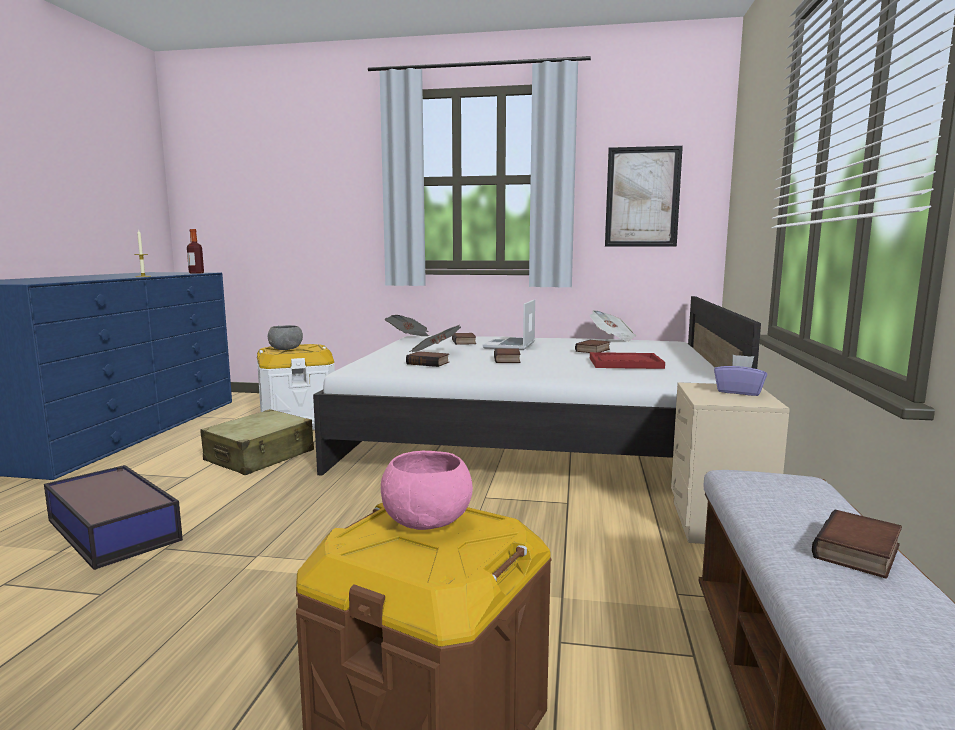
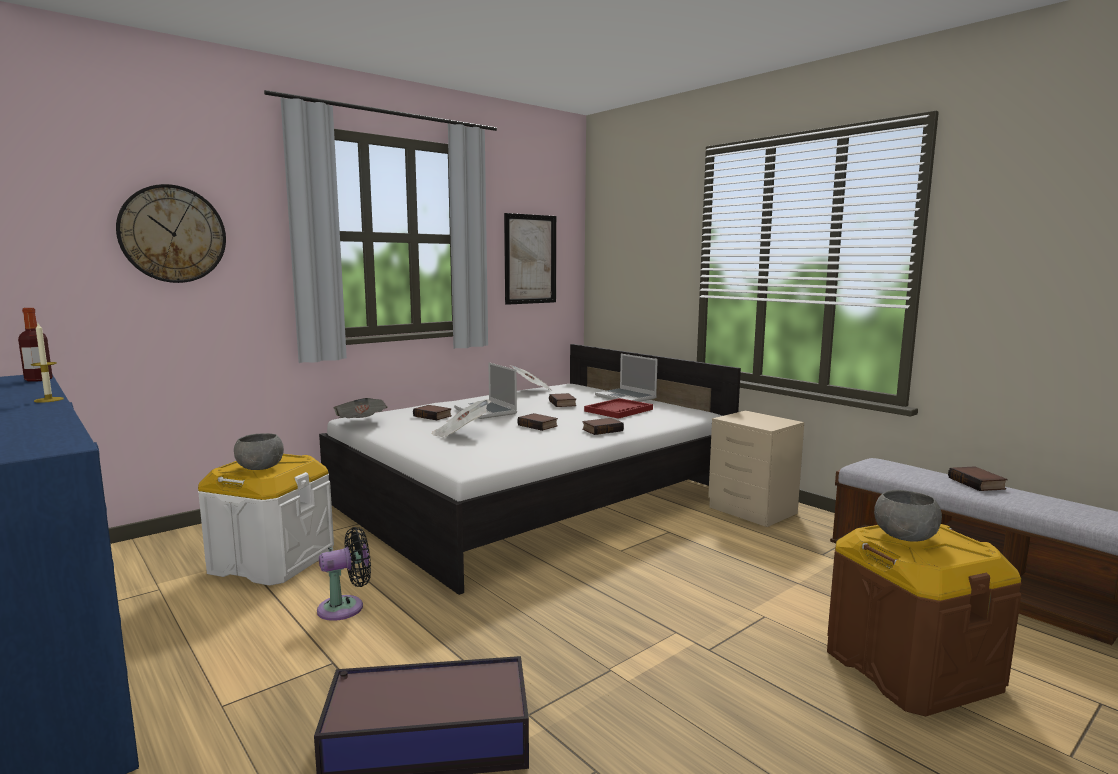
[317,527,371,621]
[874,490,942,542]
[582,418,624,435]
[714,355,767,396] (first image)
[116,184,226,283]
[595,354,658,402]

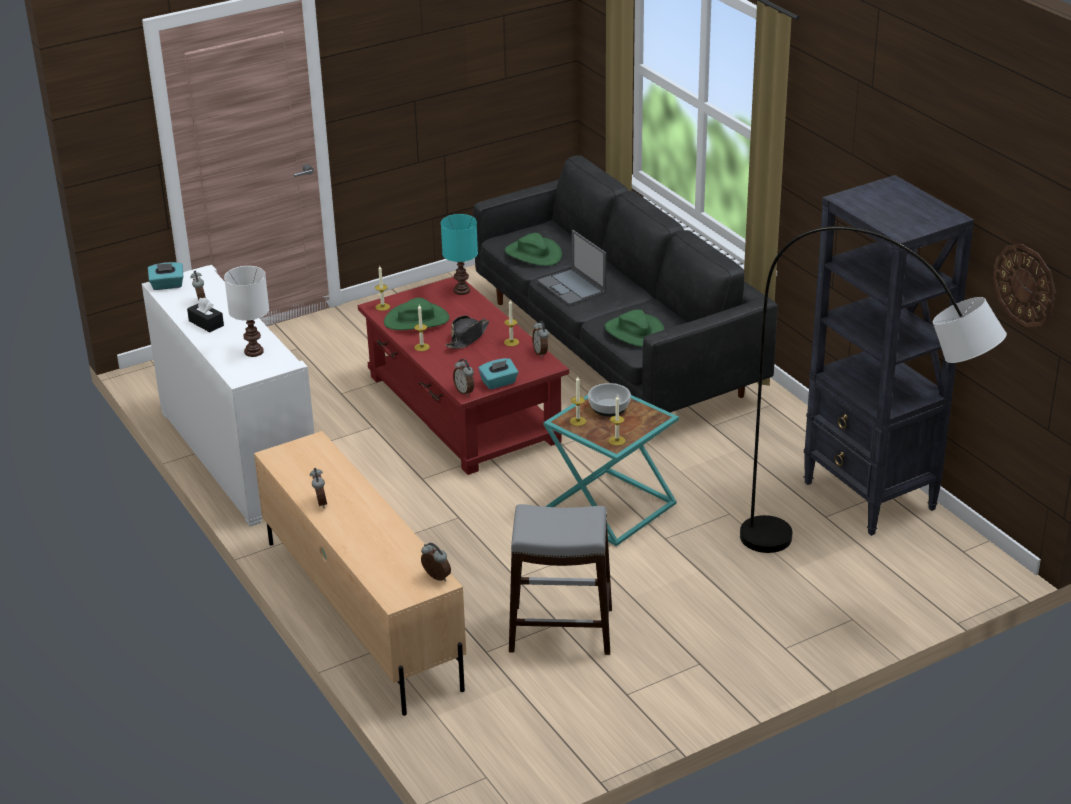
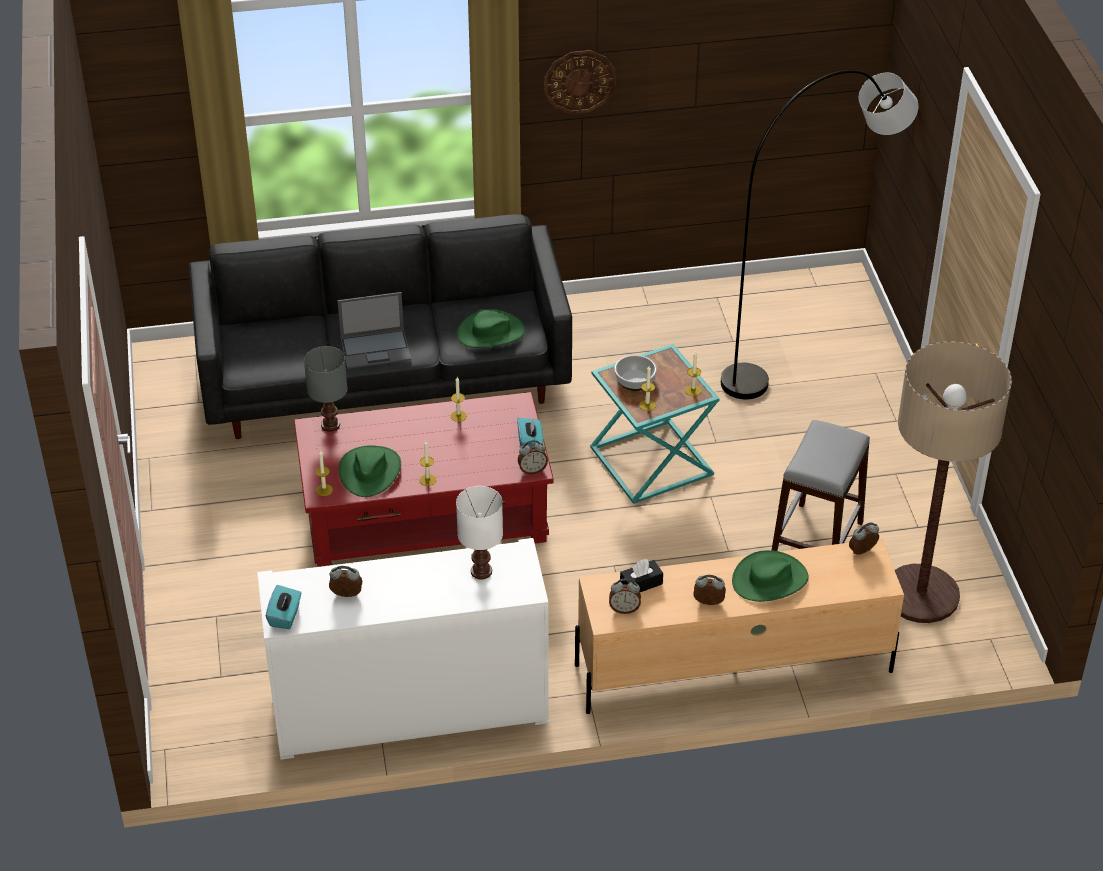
[620,559,663,592]
[304,346,348,432]
[445,315,489,349] (first image)
[732,550,808,602]
[609,578,641,614]
[804,175,974,536] (first image)
[544,50,616,114]
[895,341,1012,623]

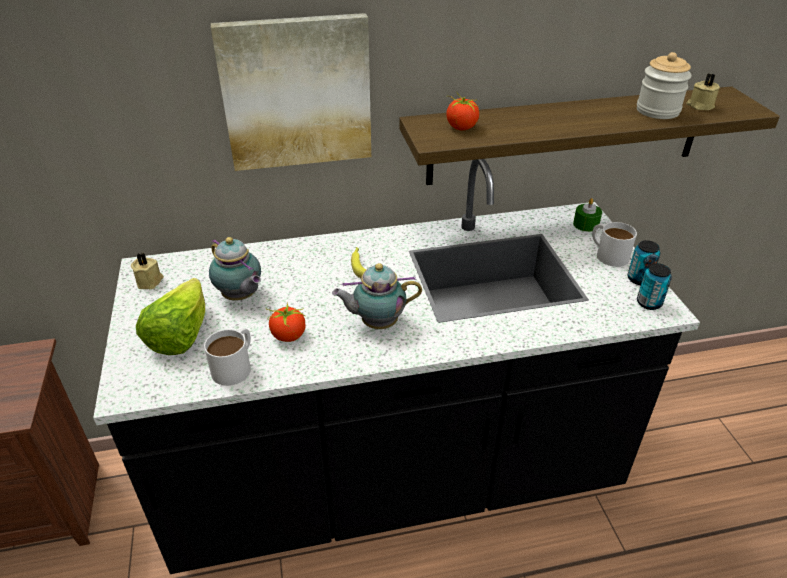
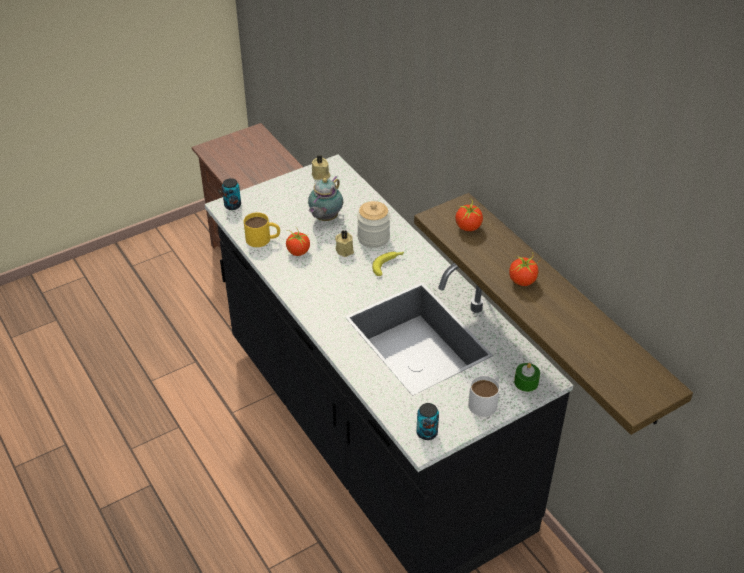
[136,278,205,355] (first image)
[244,212,280,247]
[211,13,371,171] (first image)
[332,263,422,329] (first image)
[222,178,241,210]
[357,201,390,248]
[335,230,354,257]
[509,252,541,286]

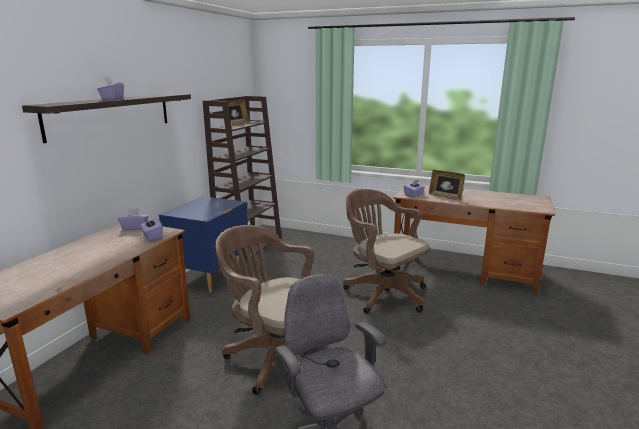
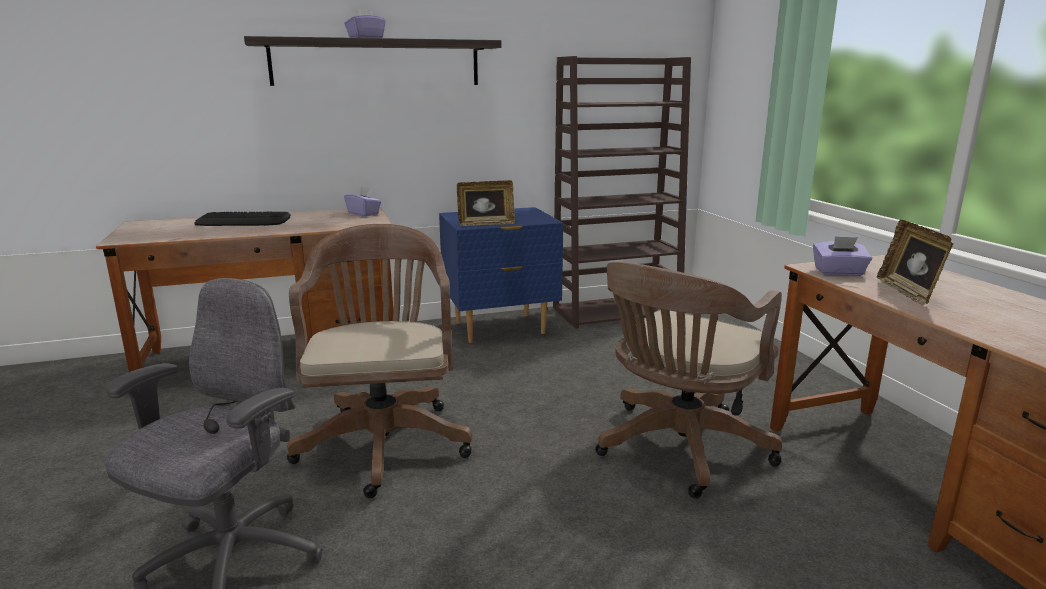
[140,216,163,241] (first image)
[457,180,515,226]
[595,262,782,498]
[194,212,291,226]

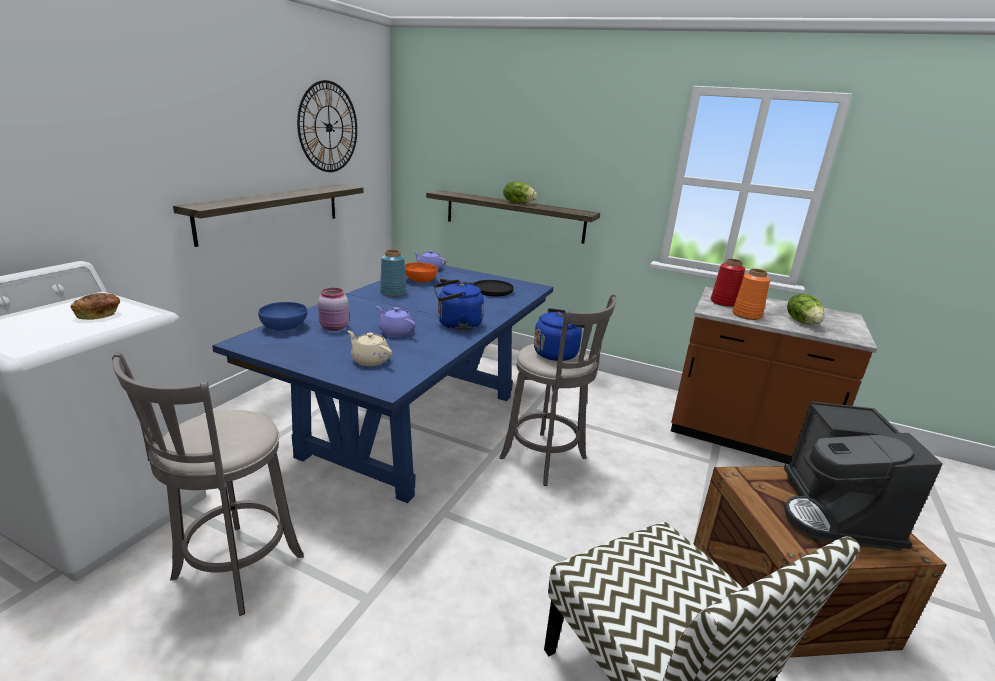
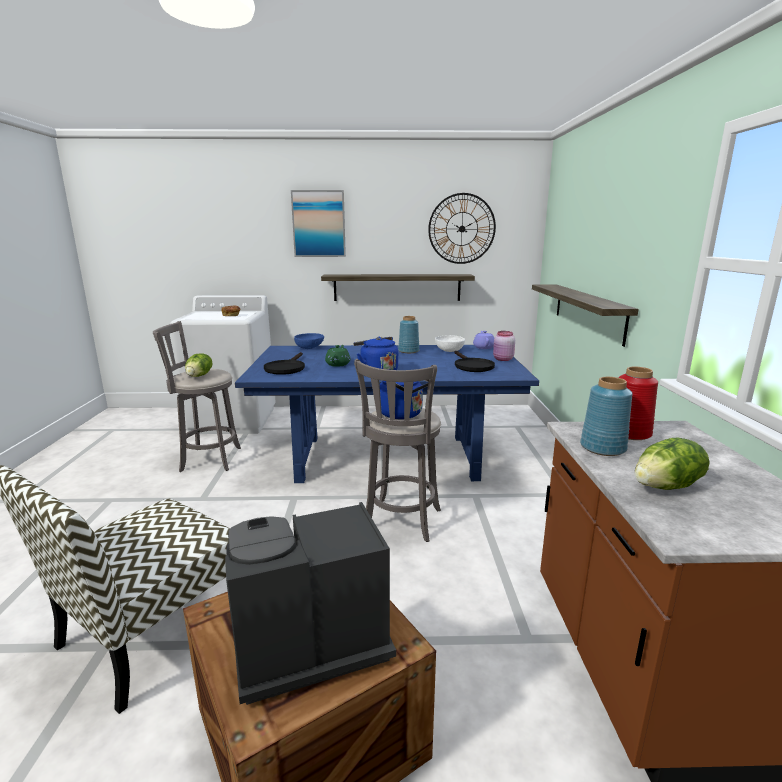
[493,331,515,361]
[264,352,305,375]
[325,345,350,367]
[435,335,465,352]
[185,353,213,377]
[580,377,633,456]
[291,190,346,257]

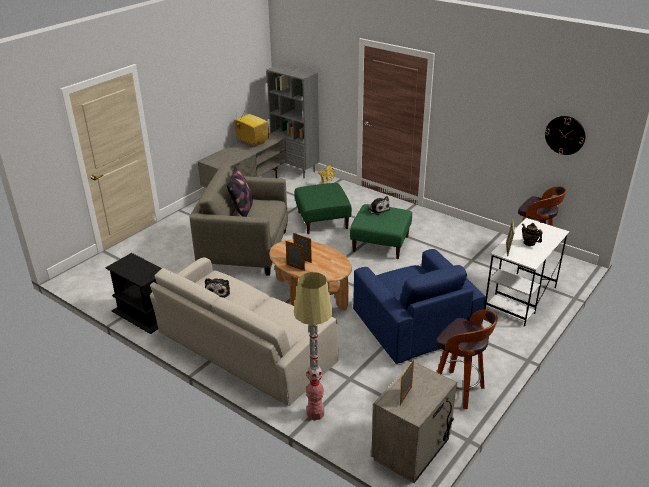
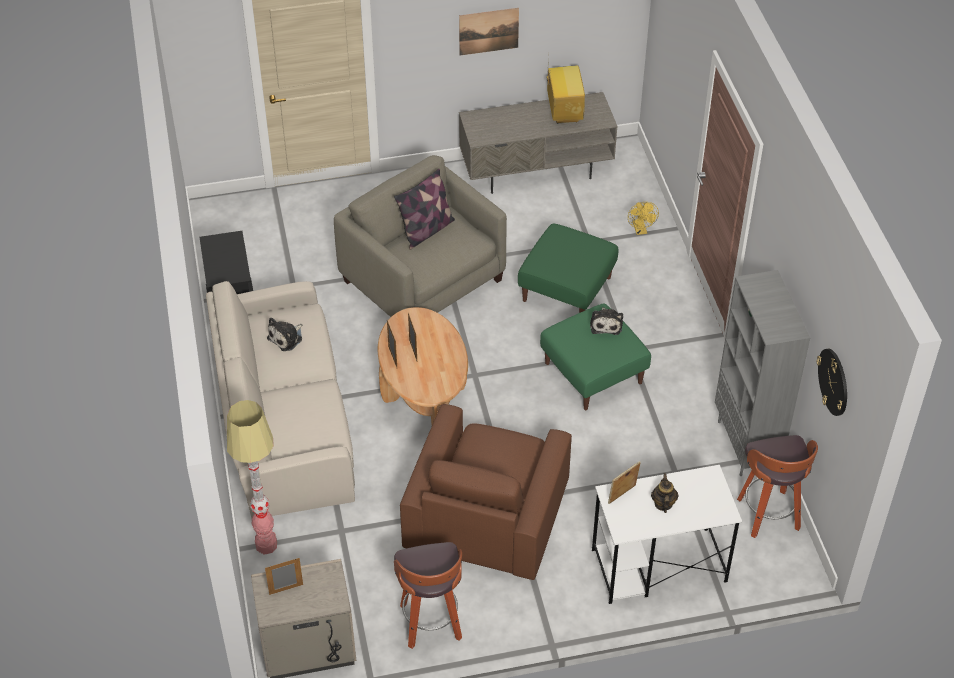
[715,270,810,476]
[400,404,572,580]
[459,8,519,55]

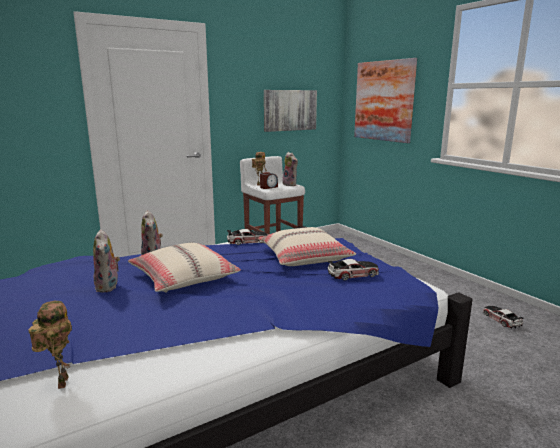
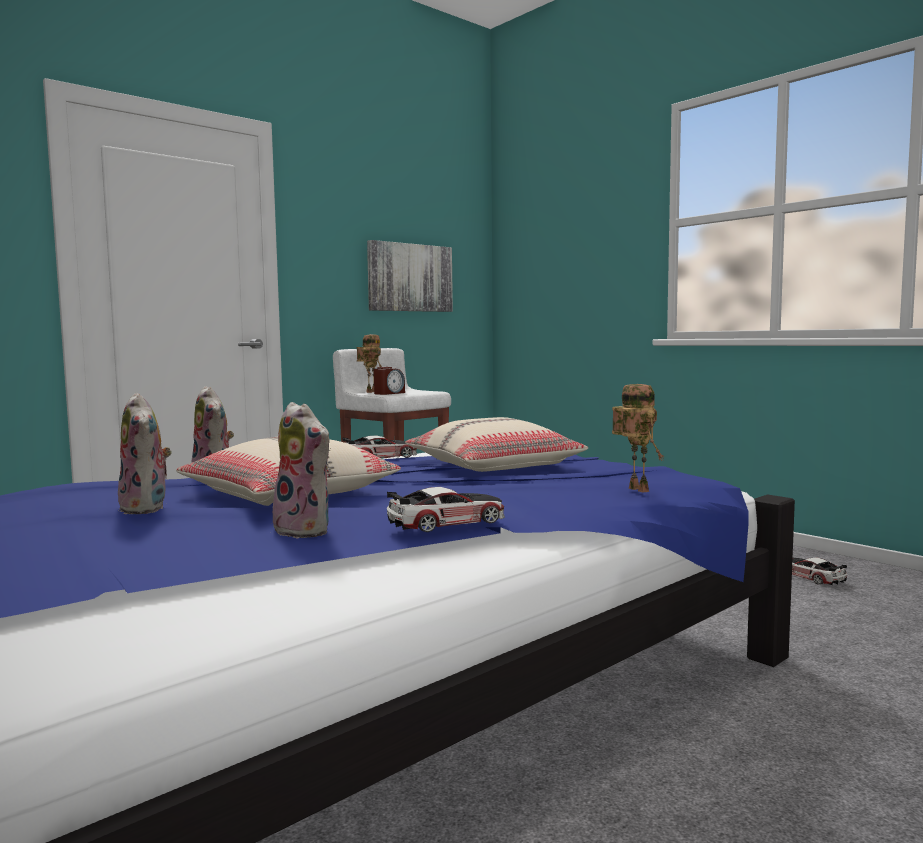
[612,384,664,492]
[269,402,331,538]
[387,487,505,532]
[354,58,417,143] (first image)

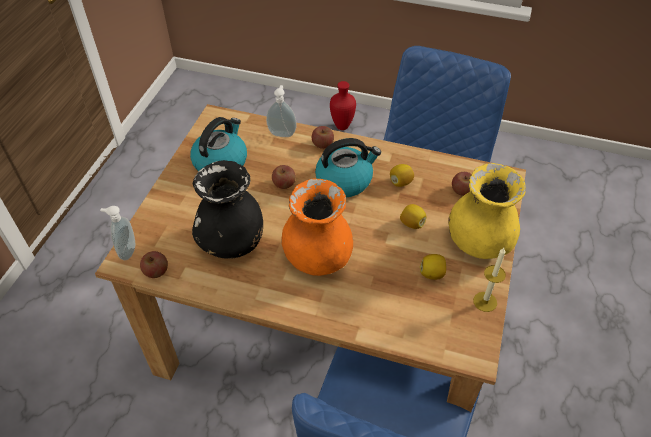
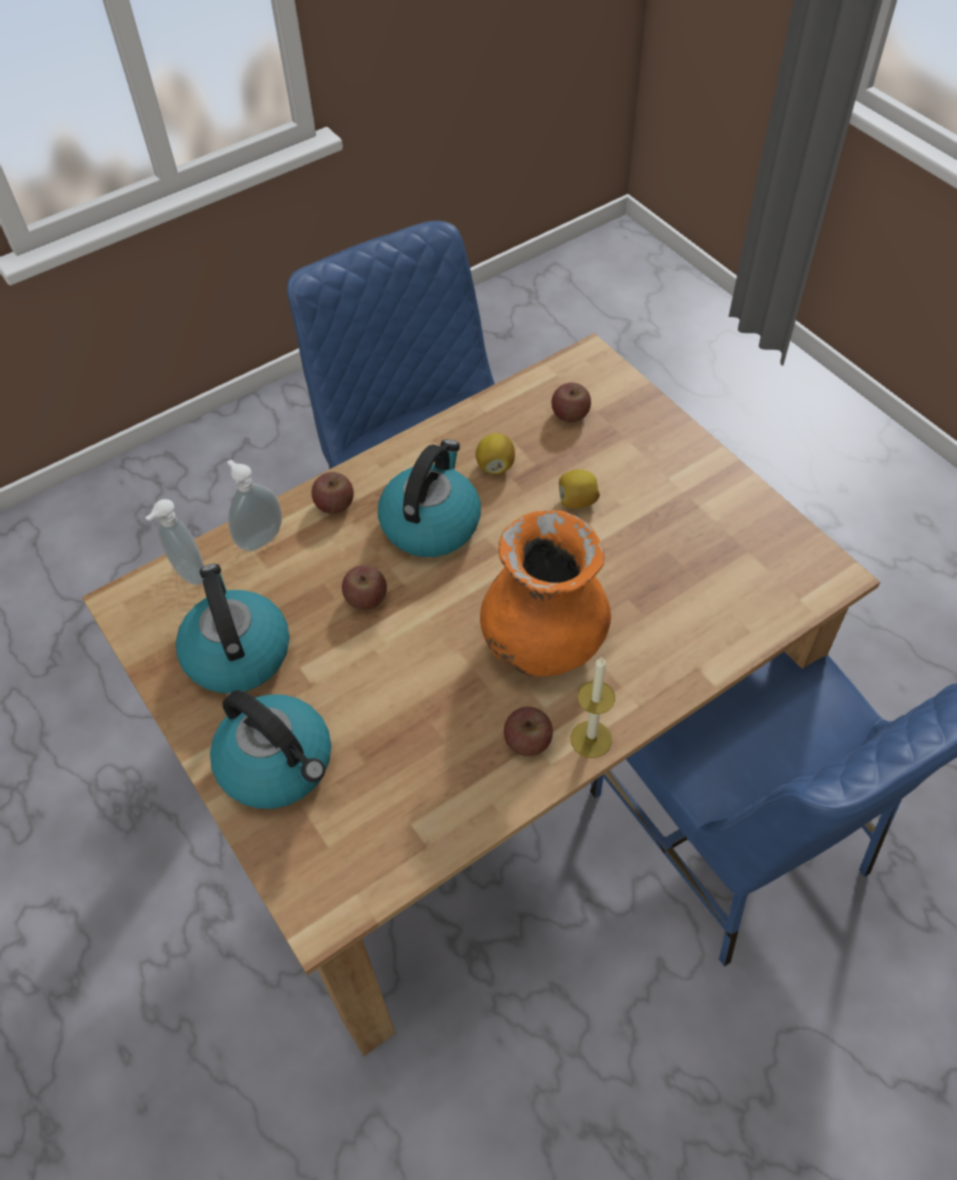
[145,499,204,585]
[504,707,553,756]
[192,160,263,258] (first image)
[330,81,356,130] (first image)
[420,254,446,280] (first image)
[448,163,526,259] (first image)
[570,657,615,758]
[210,690,331,809]

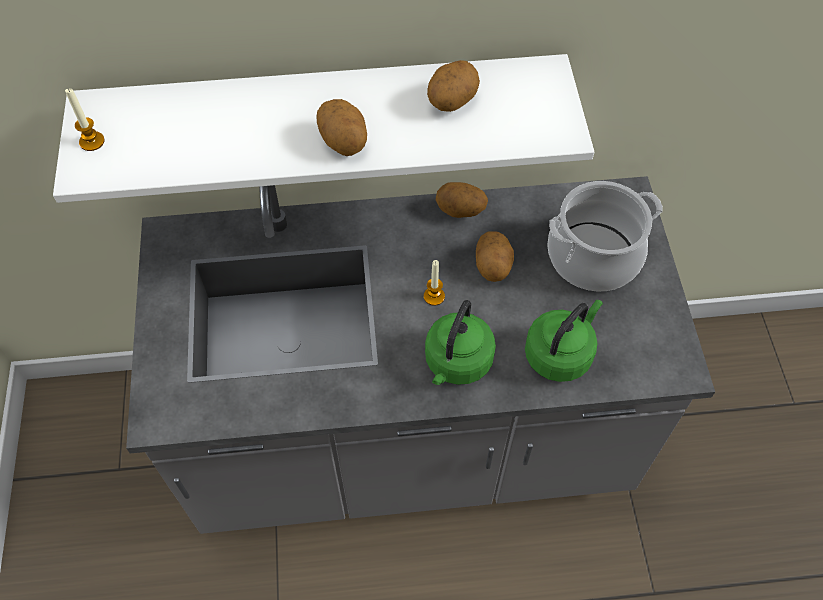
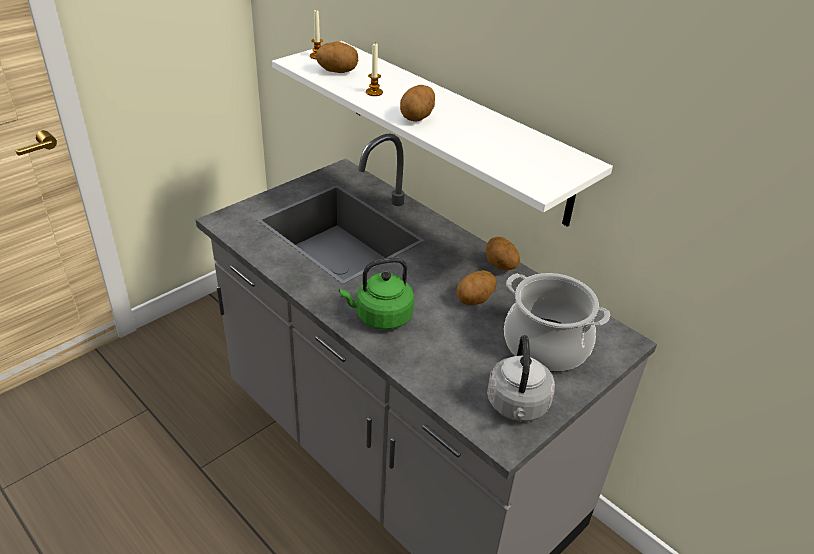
[366,44,383,96]
[315,42,358,73]
[525,300,603,382] (first image)
[487,335,555,421]

